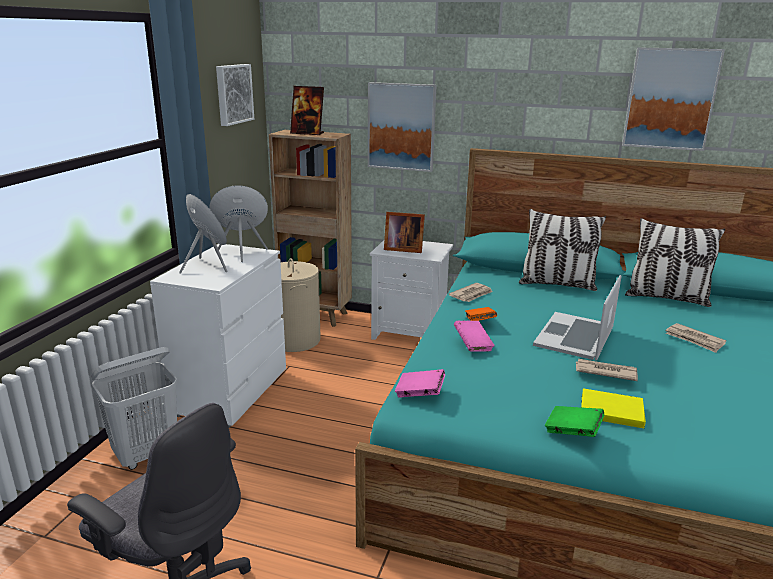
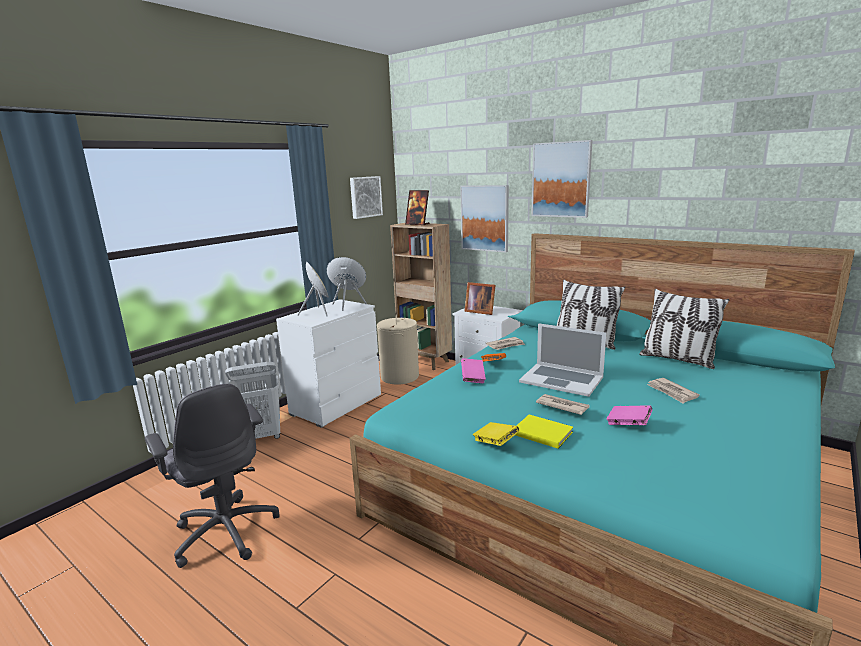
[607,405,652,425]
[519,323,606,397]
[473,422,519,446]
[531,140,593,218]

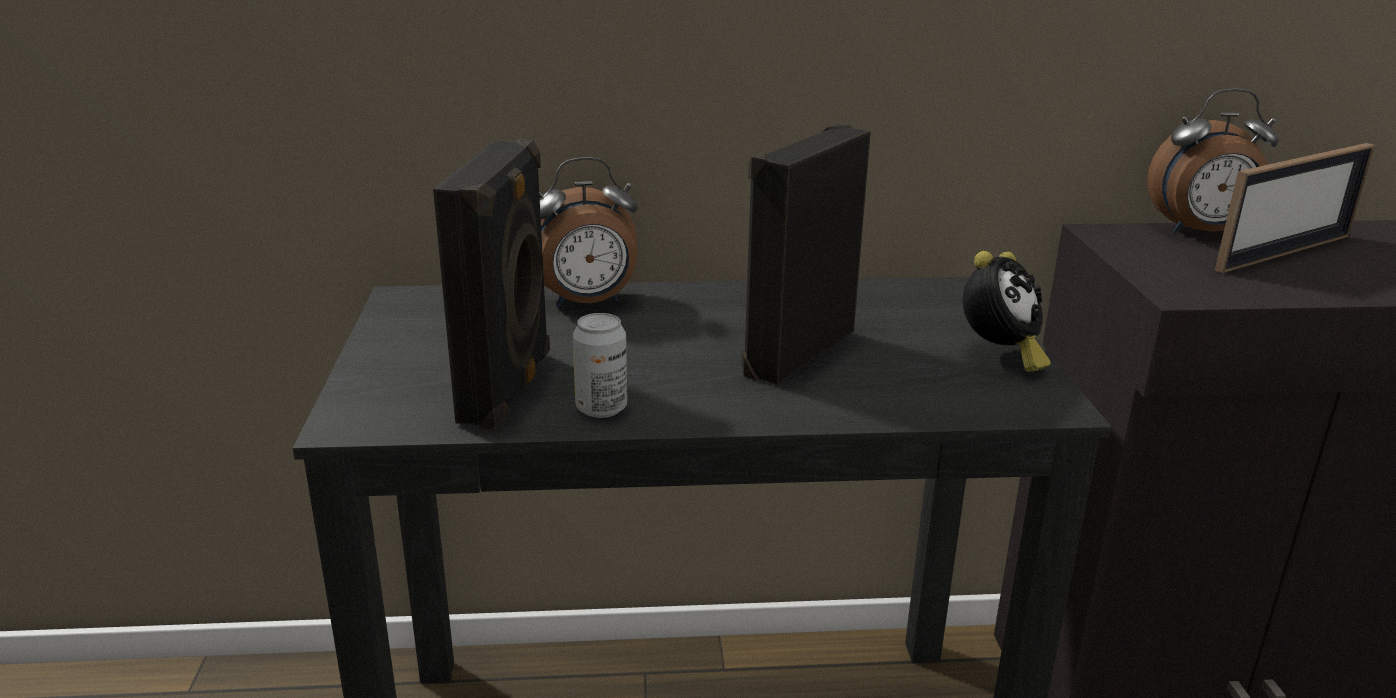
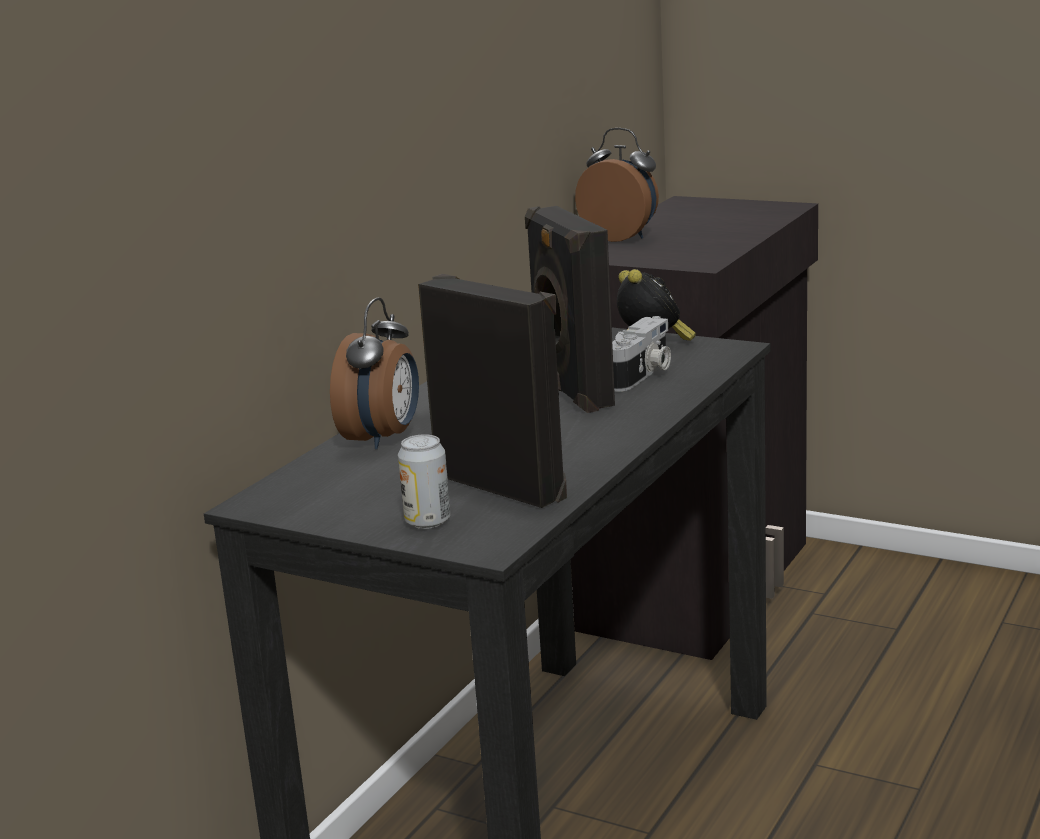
[398,434,451,529]
[575,128,659,242]
[1215,143,1375,273] (first image)
[612,316,671,392]

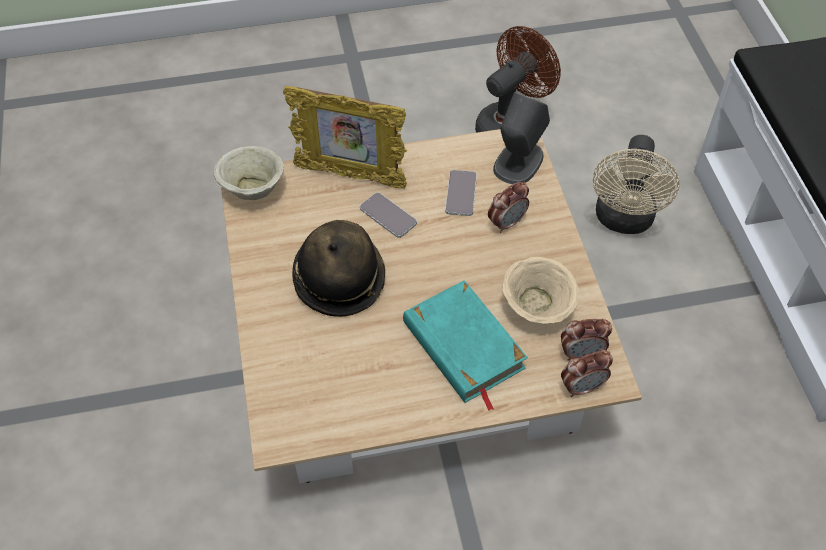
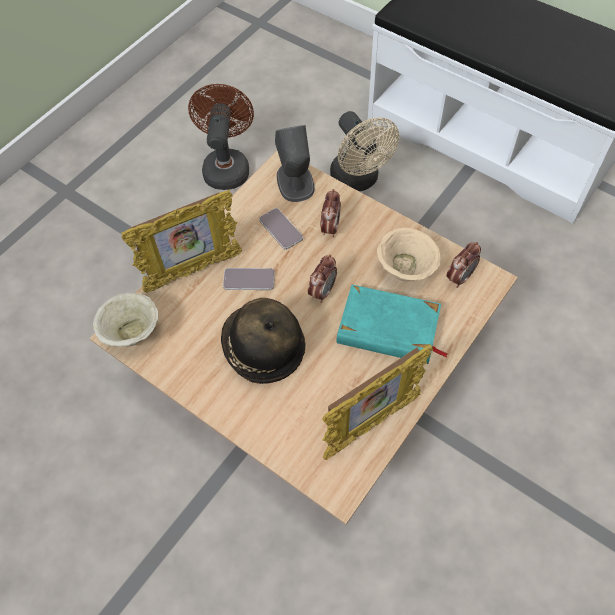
[308,255,337,303]
[322,344,433,460]

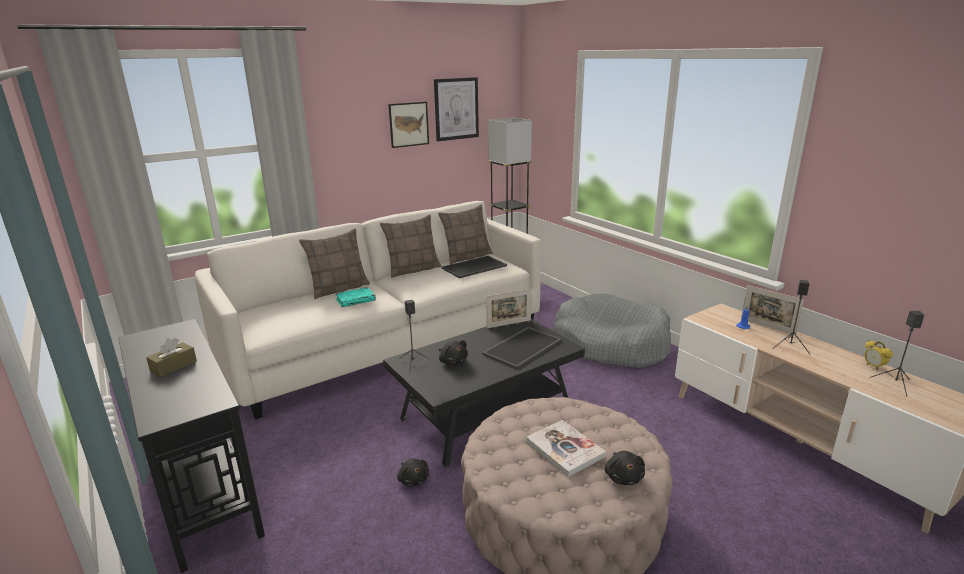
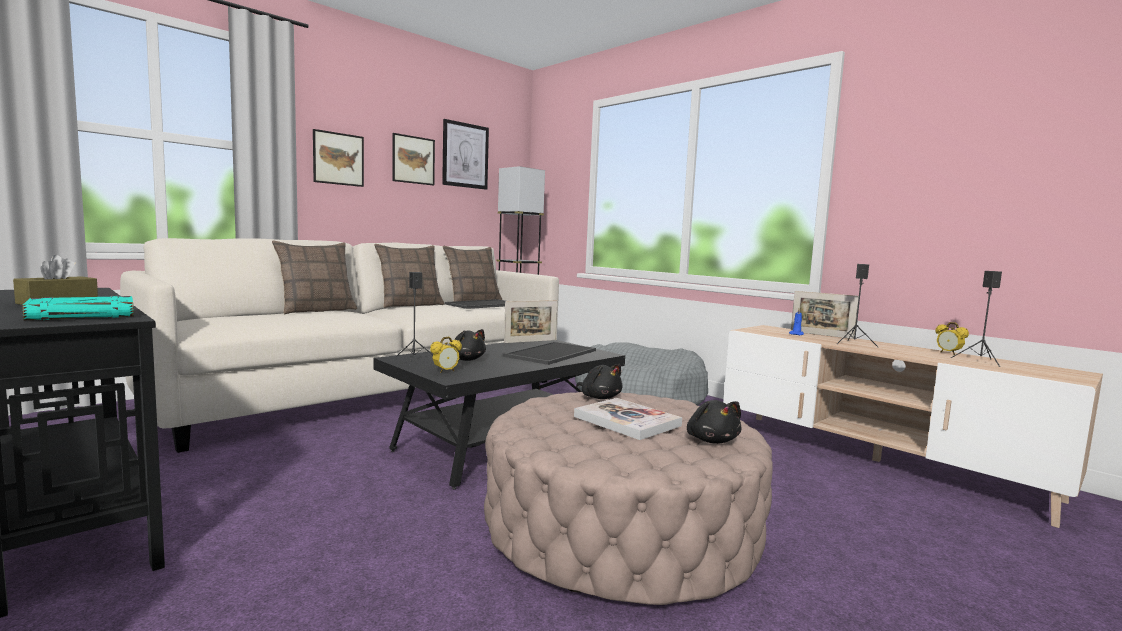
[22,296,134,320]
[576,364,623,399]
[313,129,364,187]
[430,336,462,373]

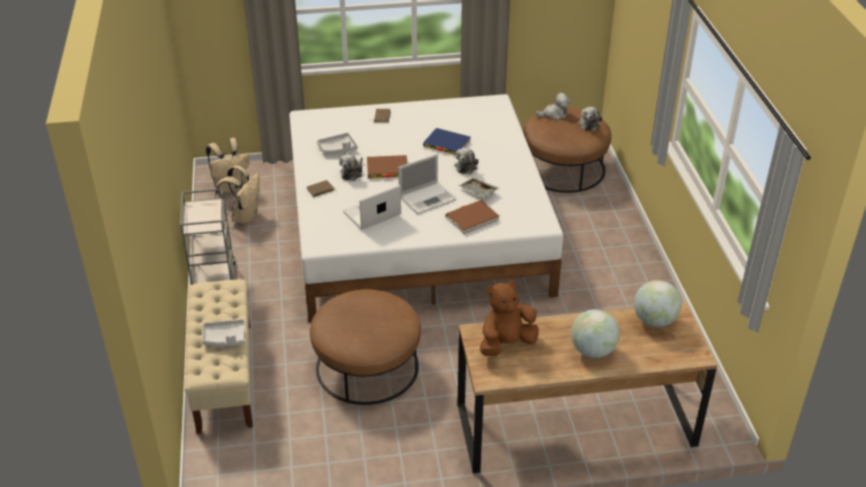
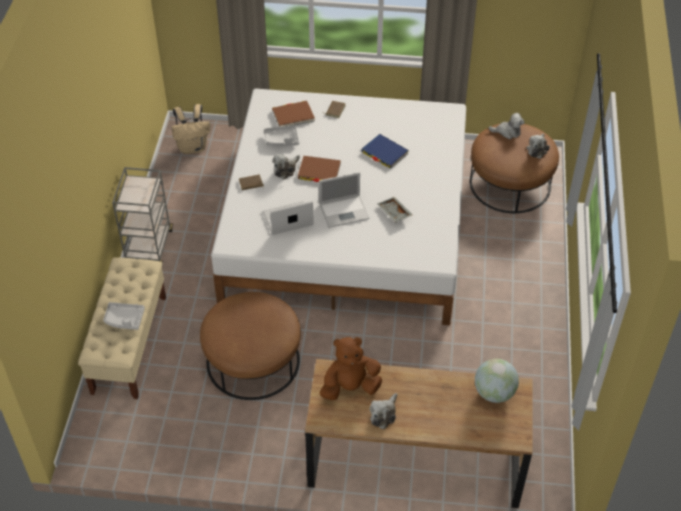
[215,165,260,225] (first image)
[272,101,315,127]
[369,393,397,429]
[571,310,620,358] (first image)

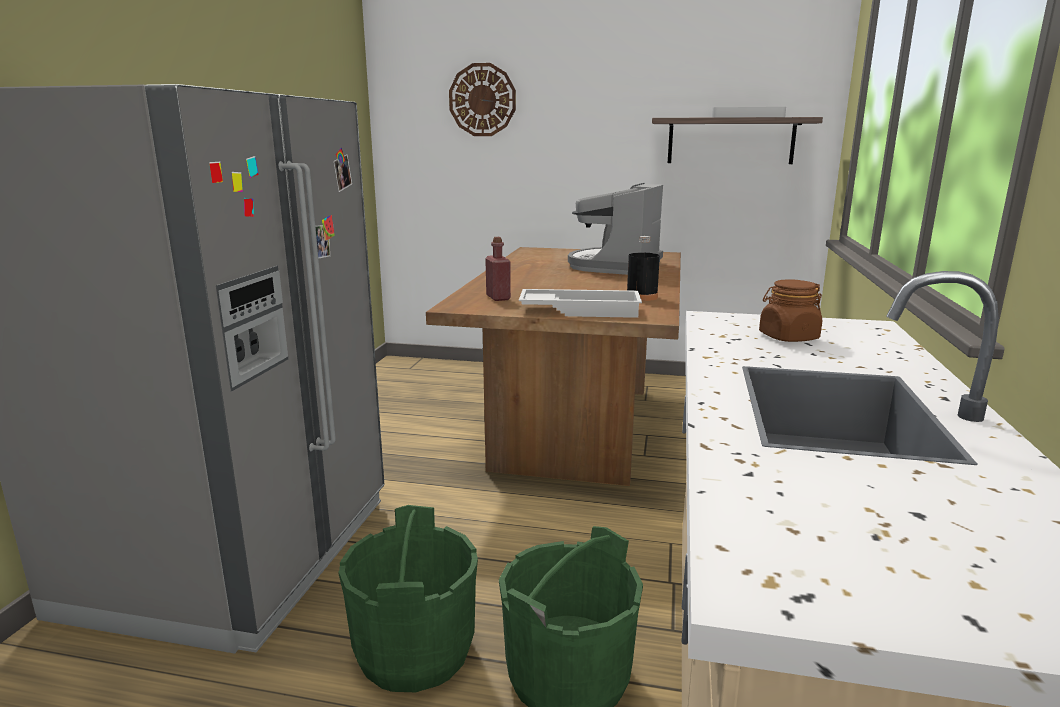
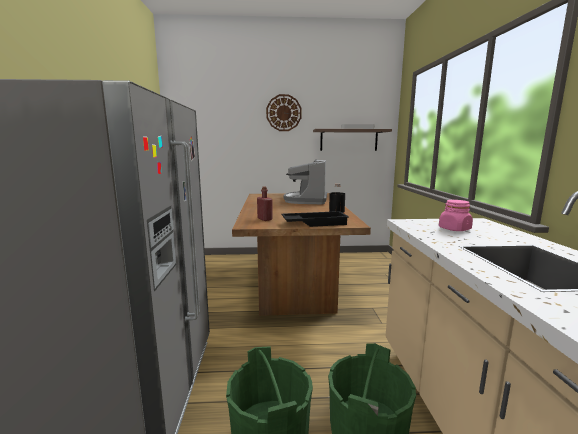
[266,94,302,131]
[281,211,349,227]
[439,200,473,231]

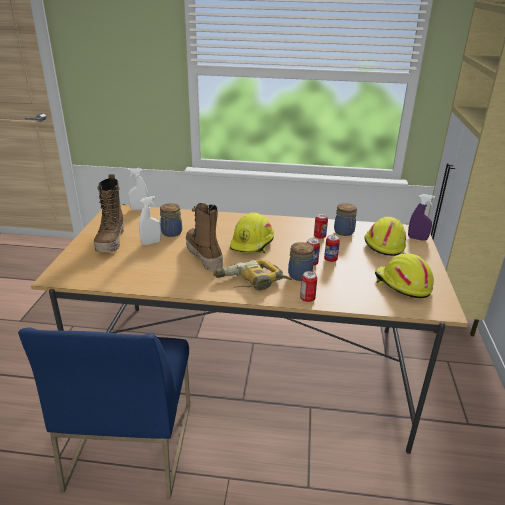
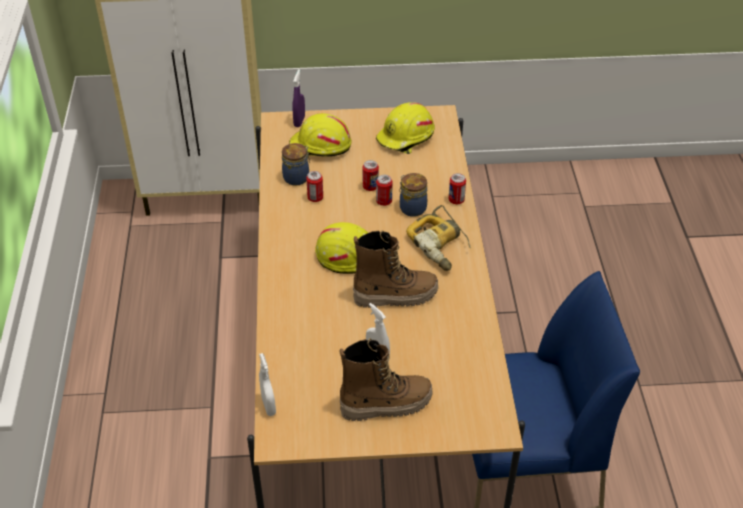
[160,203,182,237] (first image)
[353,230,438,308]

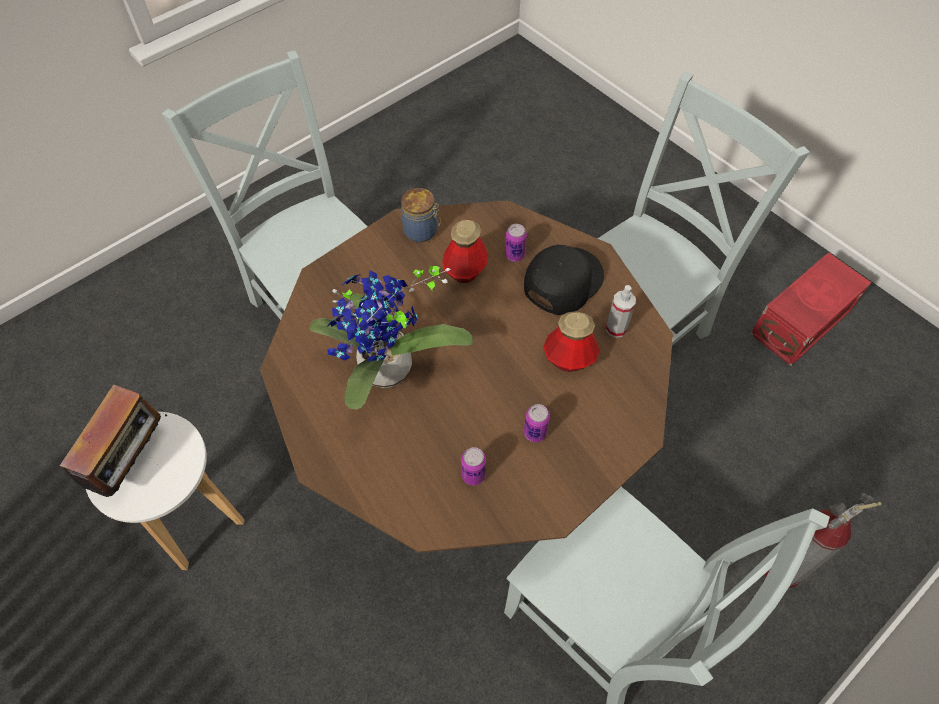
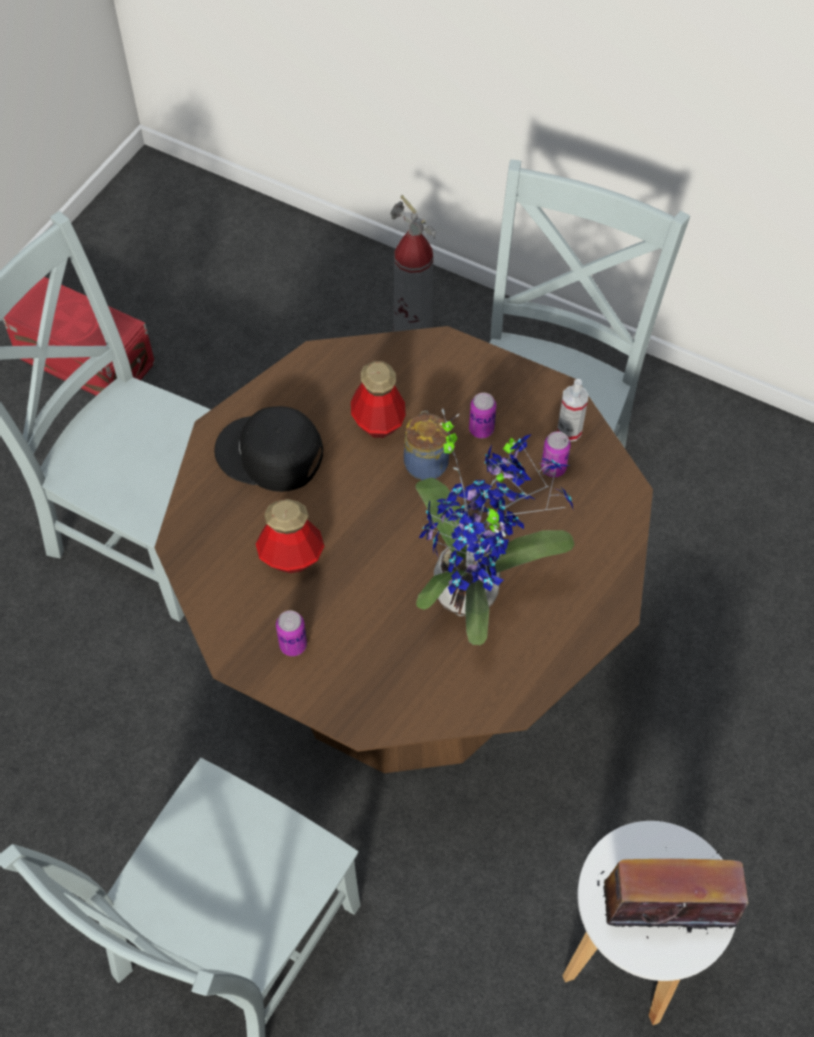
[404,411,449,480]
[276,610,307,656]
[557,379,588,442]

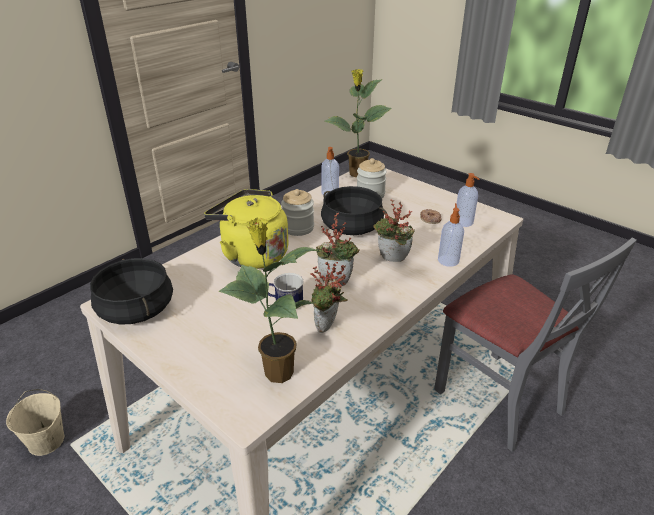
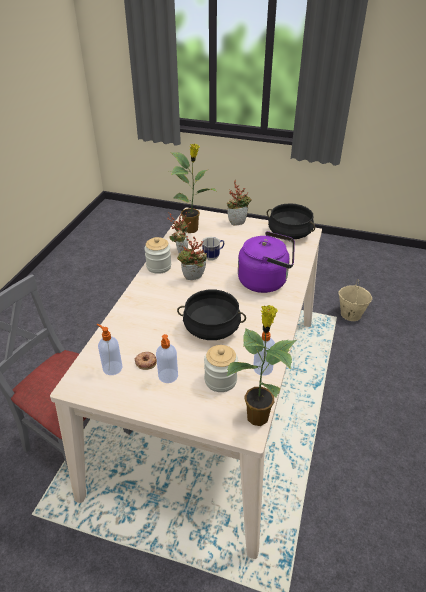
[238,231,295,293]
[144,237,171,274]
[227,180,252,226]
[156,334,178,383]

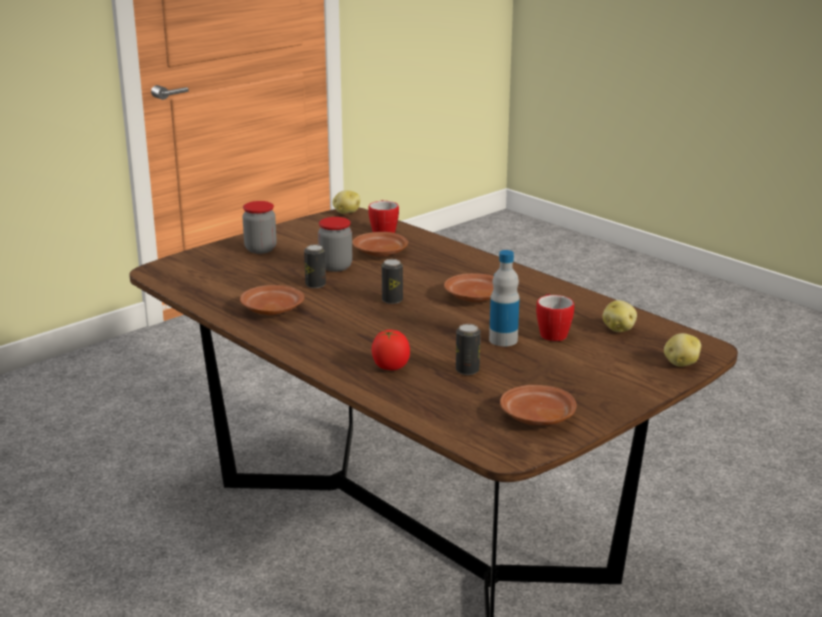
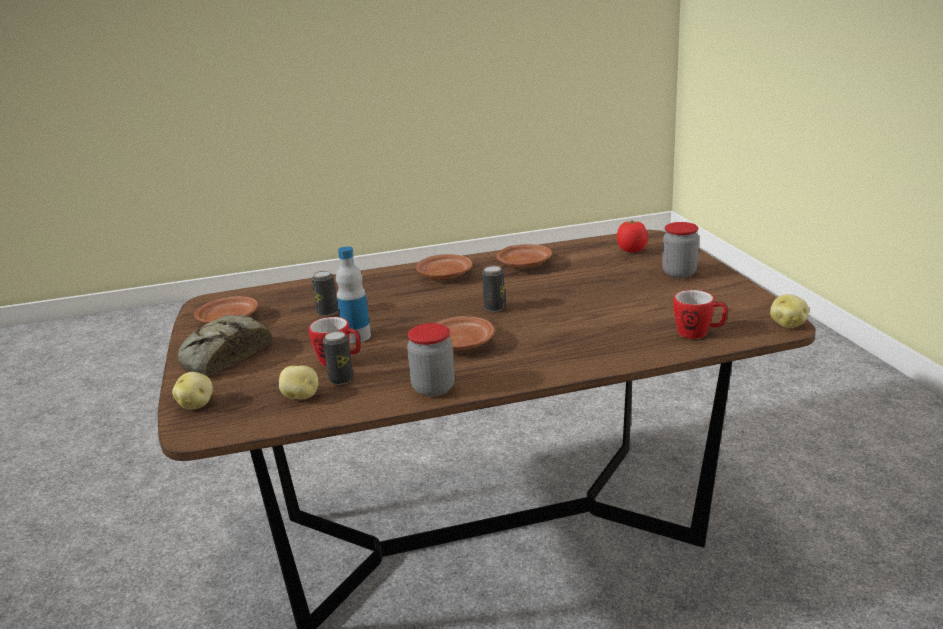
[323,331,354,385]
[407,323,455,397]
[416,254,473,280]
[617,220,648,252]
[177,315,273,376]

